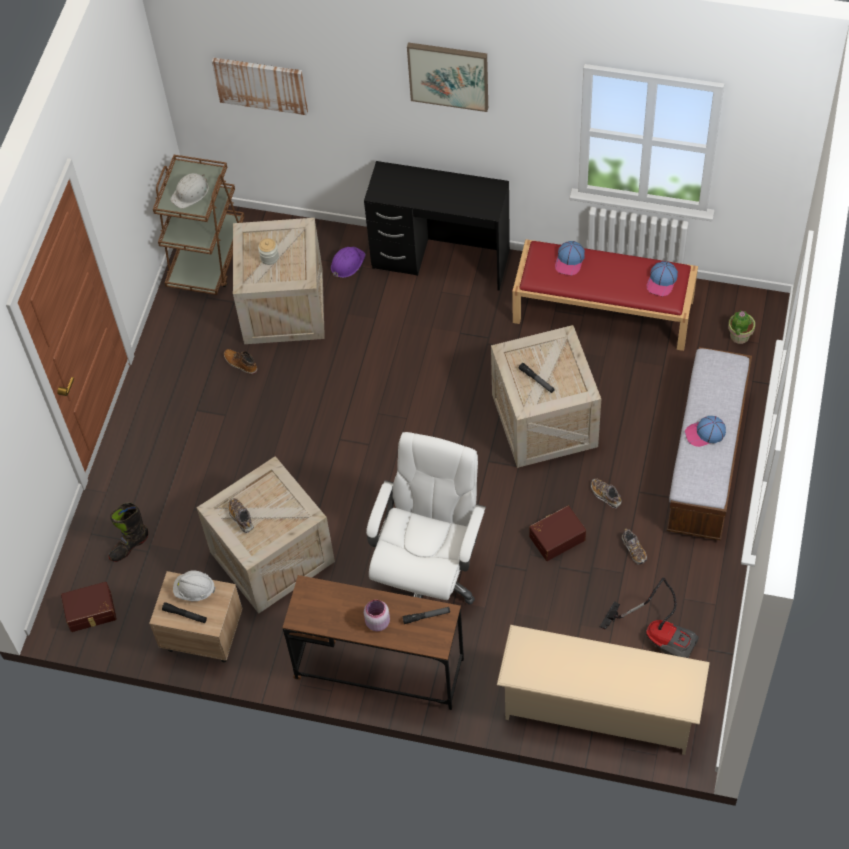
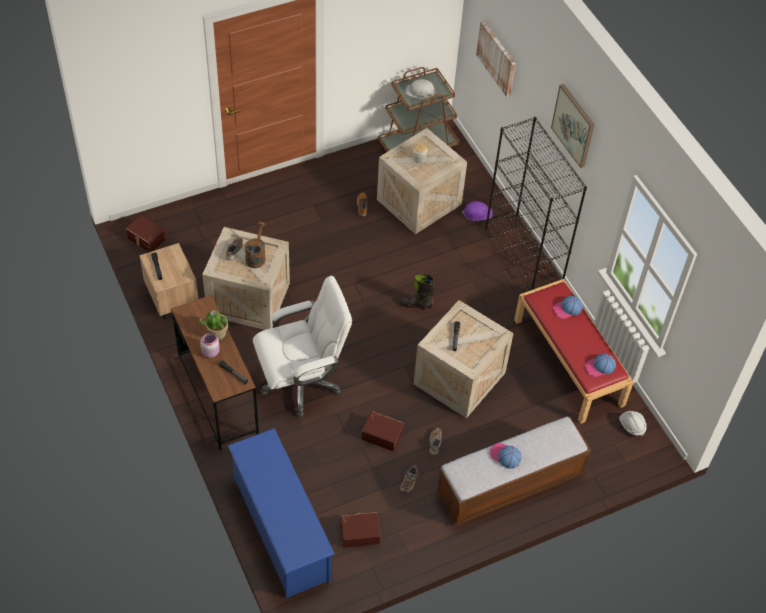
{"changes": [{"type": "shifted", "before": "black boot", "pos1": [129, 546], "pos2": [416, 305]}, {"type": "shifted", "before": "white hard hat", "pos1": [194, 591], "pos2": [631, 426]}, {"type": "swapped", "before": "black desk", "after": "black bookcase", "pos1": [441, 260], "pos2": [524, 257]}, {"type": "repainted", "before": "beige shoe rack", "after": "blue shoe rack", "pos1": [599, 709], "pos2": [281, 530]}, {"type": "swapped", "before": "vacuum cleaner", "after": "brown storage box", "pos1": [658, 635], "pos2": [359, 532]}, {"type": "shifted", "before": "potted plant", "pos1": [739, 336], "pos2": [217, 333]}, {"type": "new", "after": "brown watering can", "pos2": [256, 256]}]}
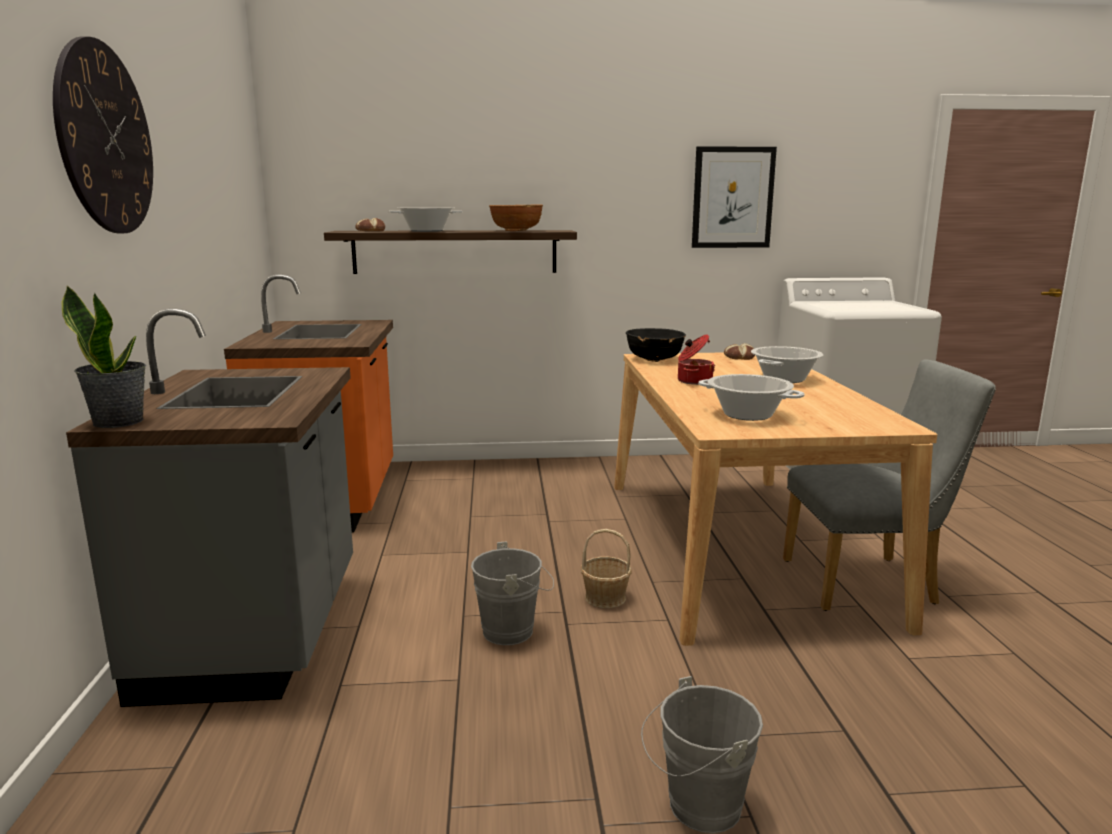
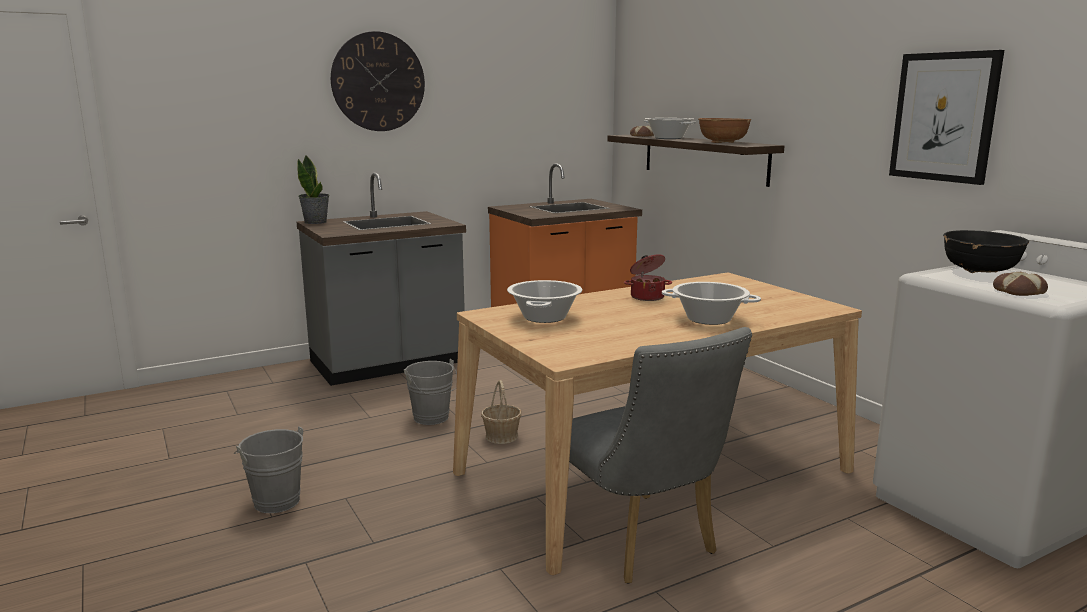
{"changes": [{"type": "shifted", "before": "black bowl", "pos1": [654, 359], "pos2": [980, 271]}, {"type": "shifted", "before": "bread", "pos1": [739, 357], "pos2": [1018, 291]}]}
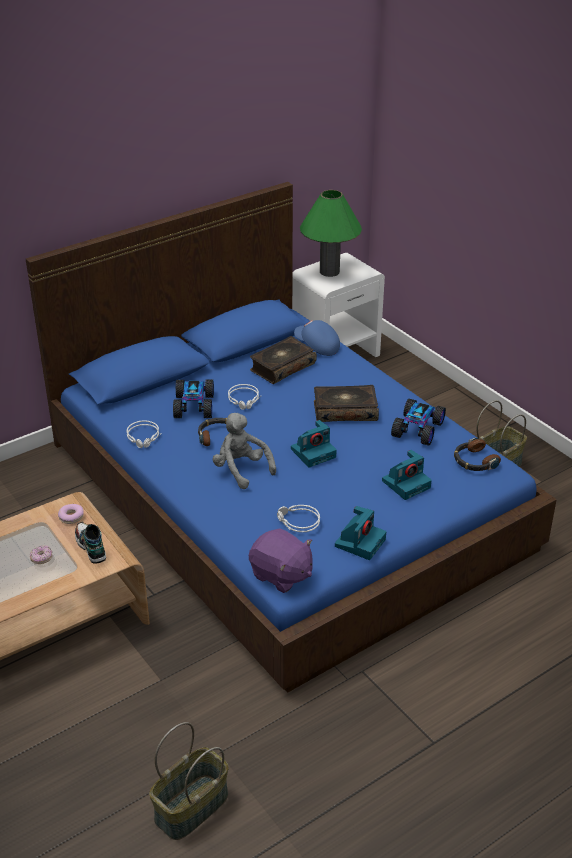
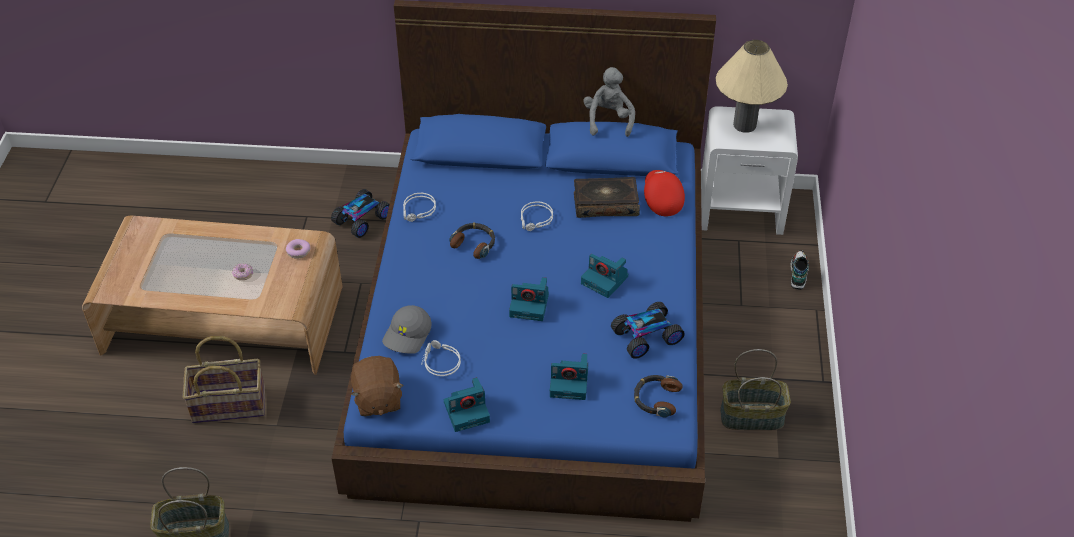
{"changes": [{"type": "shifted", "before": "shoe", "pos1": [90, 547], "pos2": [798, 273]}, {"type": "shifted", "before": "toy car", "pos1": [195, 406], "pos2": [363, 219]}, {"type": "shifted", "before": "grey plush toy", "pos1": [241, 470], "pos2": [608, 120]}, {"type": "repainted", "before": "purple plush toy", "after": "brown plush toy", "pos1": [281, 575], "pos2": [377, 399]}, {"type": "repainted", "before": "blue cap", "after": "red cap", "pos1": [316, 346], "pos2": [661, 199]}, {"type": "repainted", "before": "green table lamp", "after": "beige table lamp", "pos1": [329, 272], "pos2": [744, 125]}, {"type": "swapped", "before": "book", "after": "photo camera", "pos1": [345, 411], "pos2": [605, 280]}, {"type": "new", "after": "basket", "pos2": [229, 404]}, {"type": "new", "after": "grey cap", "pos2": [408, 335]}]}
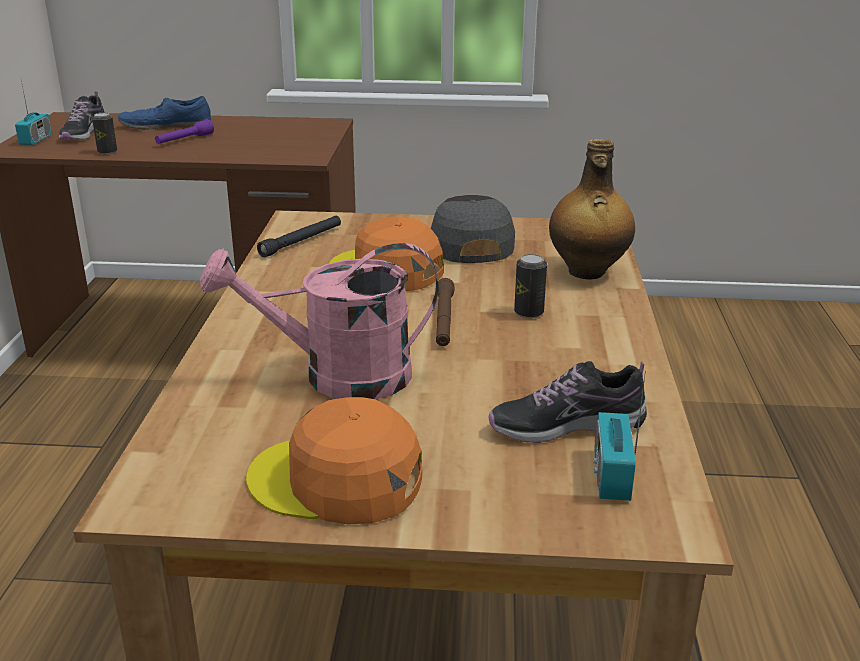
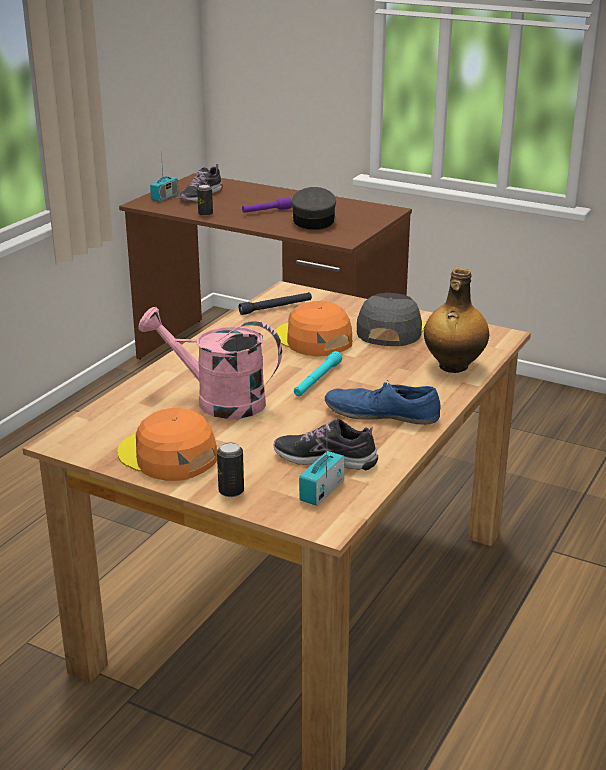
{"changes": [{"type": "shifted", "before": "blue shoe", "pos1": [166, 125], "pos2": [381, 414]}, {"type": "repainted", "before": "brown flashlight", "after": "turquoise flashlight", "pos1": [444, 320], "pos2": [317, 380]}, {"type": "shifted", "before": "can", "pos1": [529, 312], "pos2": [231, 491]}, {"type": "new", "after": "grey cap", "pos2": [313, 220]}]}
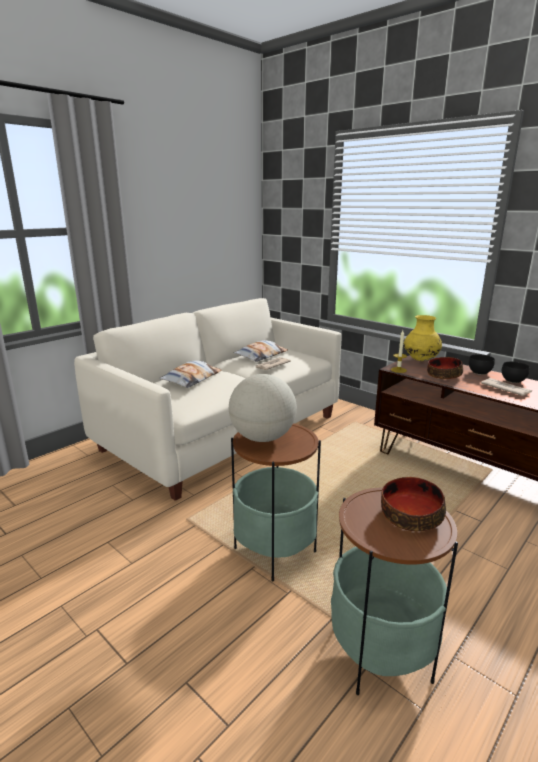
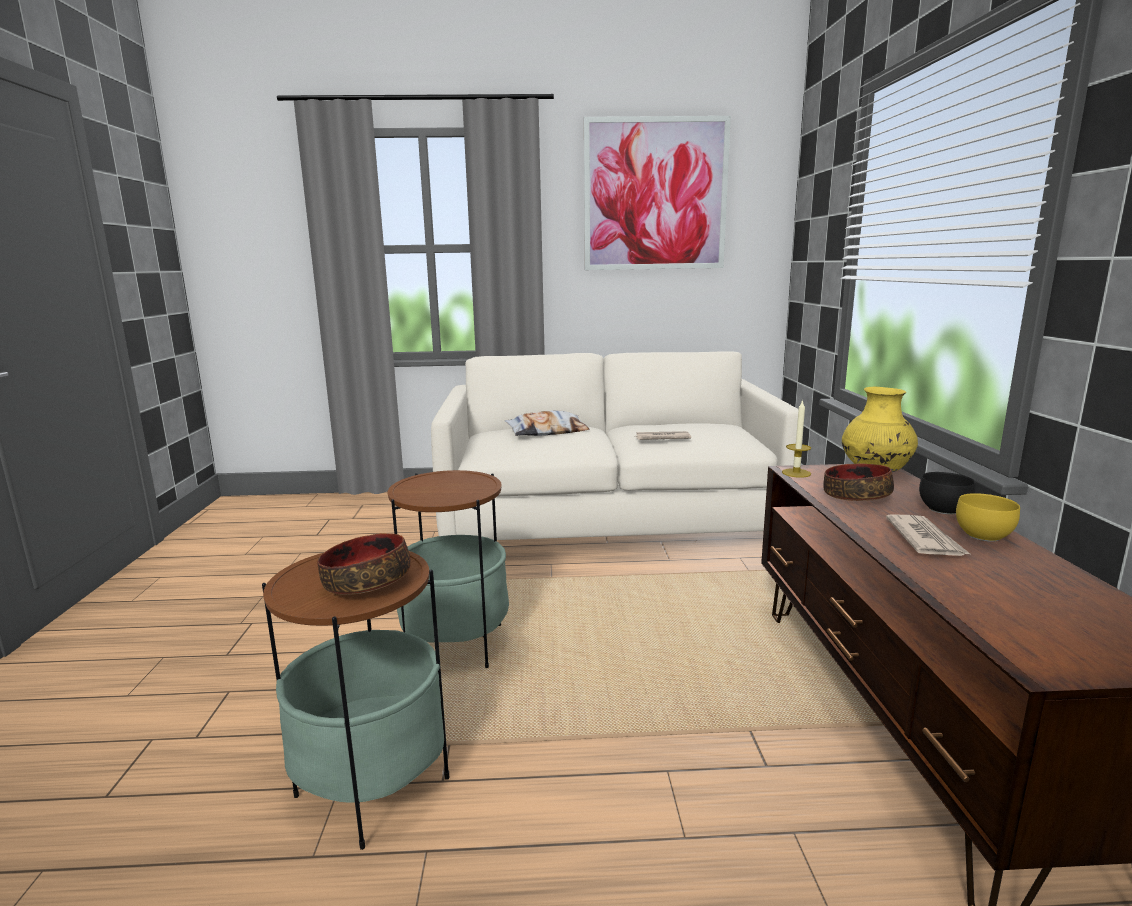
{"changes": [{"type": "gone", "before": "globe", "pos1": [262, 438]}, {"type": "gone", "before": "pillow", "pos1": [261, 355]}, {"type": "repainted", "before": "black bowl", "after": "yellow bowl", "pos1": [513, 381], "pos2": [983, 536]}, {"type": "new", "after": "picture", "pos2": [655, 195]}]}
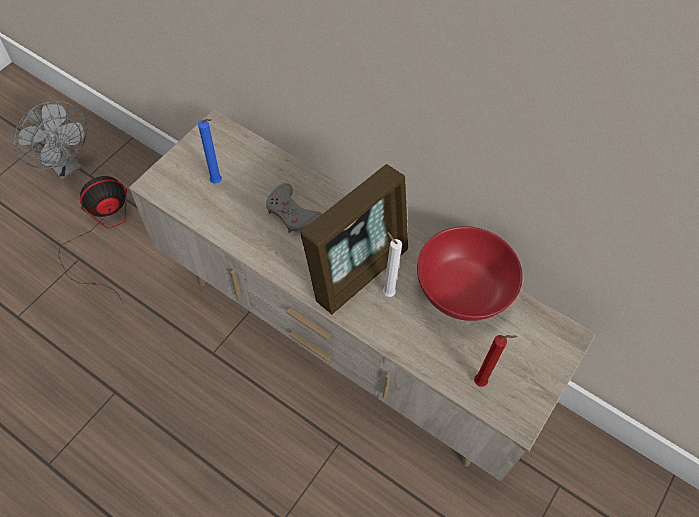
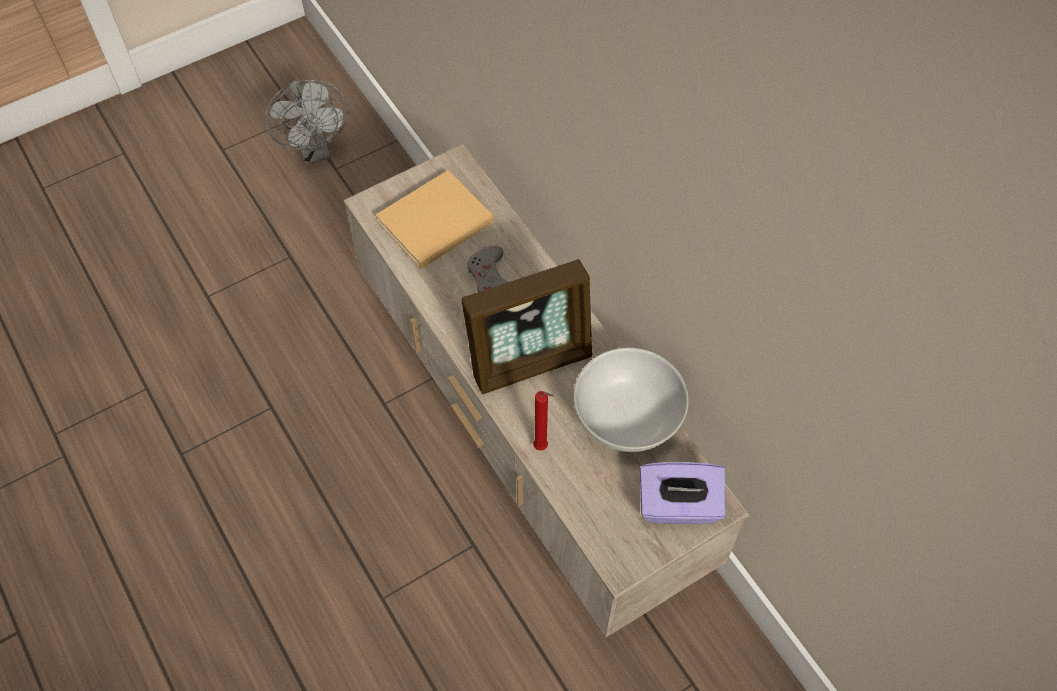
{"changes": [{"type": "gone", "before": "fan", "pos1": [102, 233]}, {"type": "swapped", "before": "blue candle", "after": "beige book", "pos1": [218, 182], "pos2": [432, 223]}, {"type": "gone", "before": "white candle", "pos1": [386, 292]}, {"type": "repainted", "before": "red bowl", "after": "white bowl", "pos1": [463, 292], "pos2": [628, 420]}, {"type": "shifted", "before": "red candle", "pos1": [482, 382], "pos2": [542, 448]}, {"type": "new", "after": "purple tissue box", "pos2": [678, 506]}]}
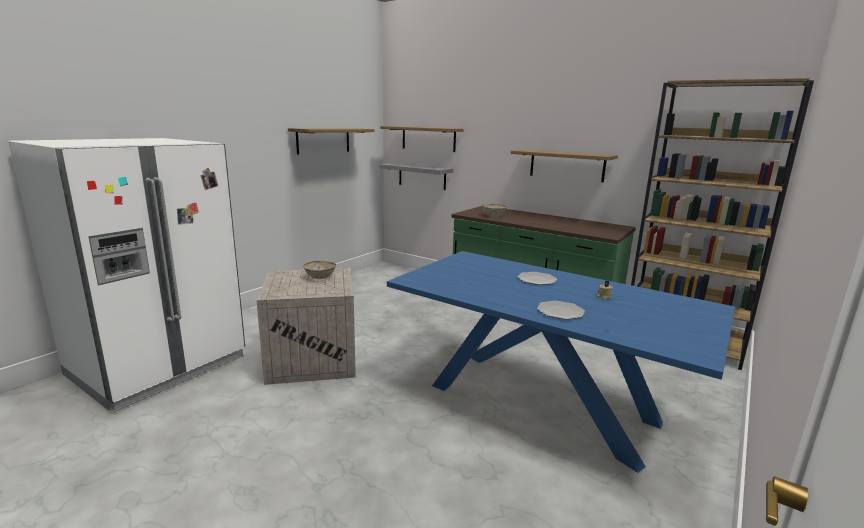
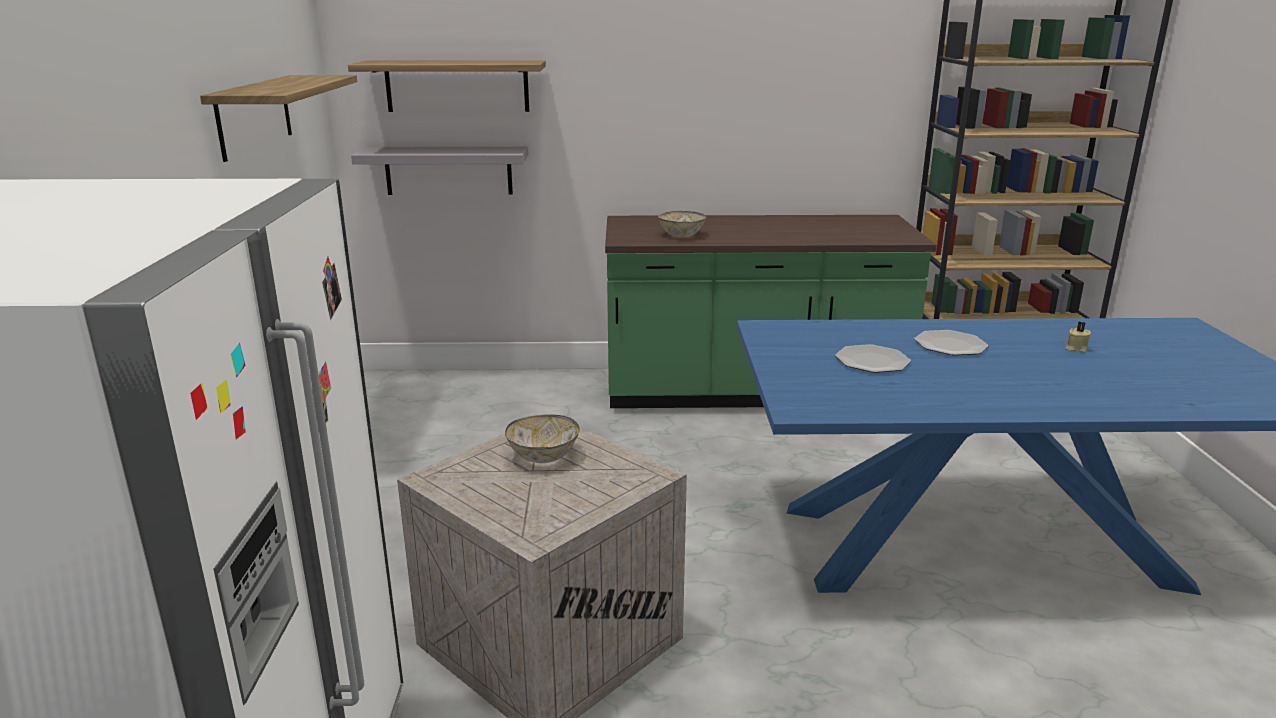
{"changes": [{"type": "gone", "before": "shelf", "pos1": [566, 165]}, {"type": "shifted", "before": "plate", "pos1": [560, 311], "pos2": [872, 361]}]}
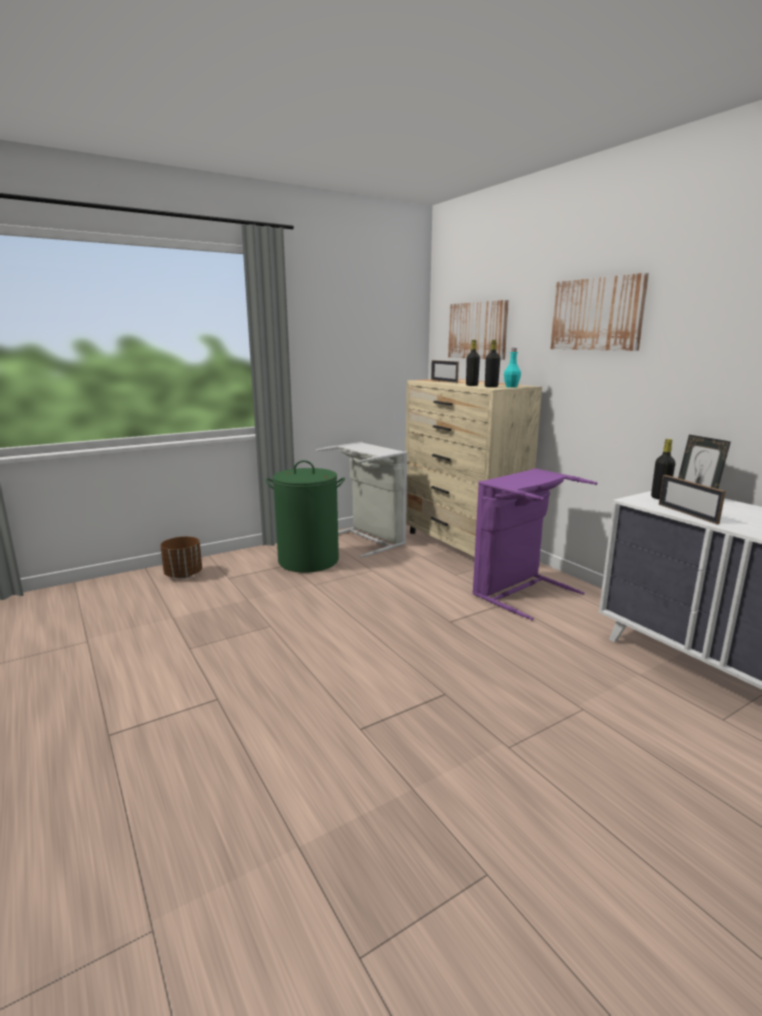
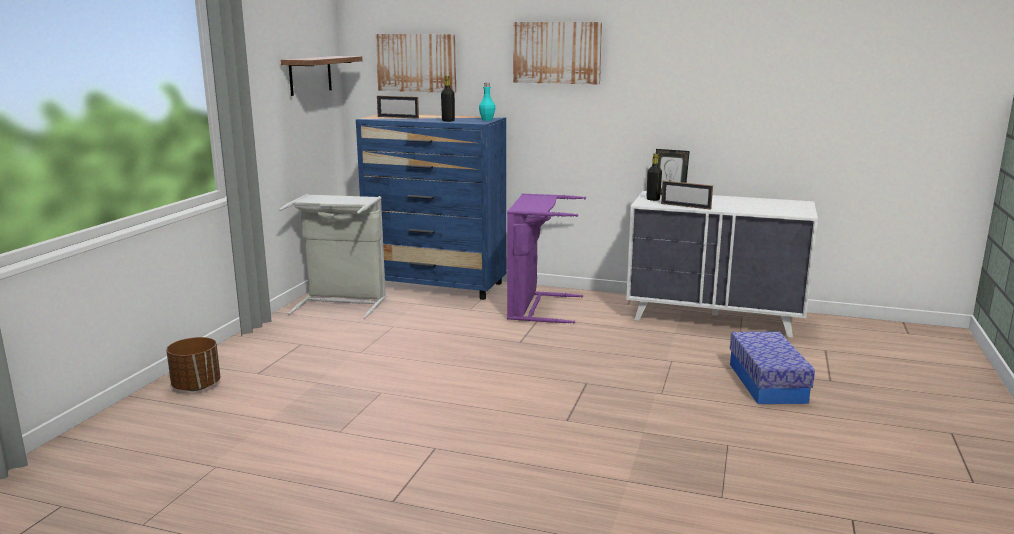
{"changes": [{"type": "gone", "before": "green laundry basket", "pos1": [308, 560]}, {"type": "repainted", "before": "beige dresser", "after": "blue dresser", "pos1": [462, 544], "pos2": [437, 285]}, {"type": "gone", "before": "black bottle", "pos1": [491, 386]}, {"type": "new", "after": "shelf", "pos2": [310, 75]}, {"type": "new", "after": "storage box", "pos2": [767, 383]}]}
